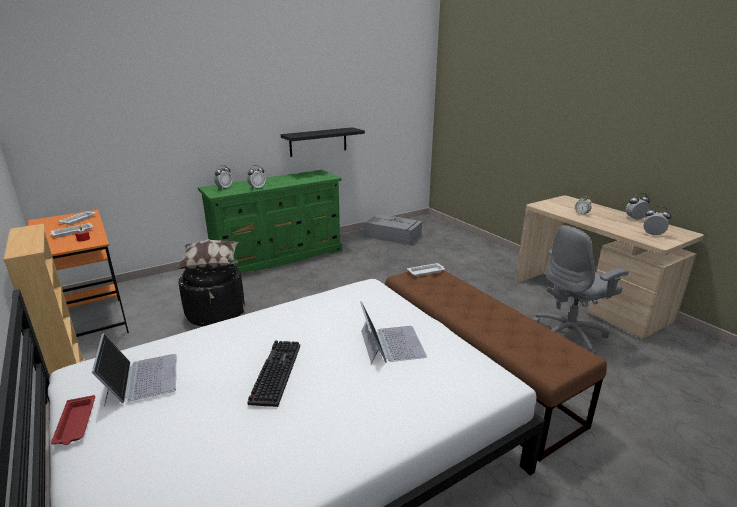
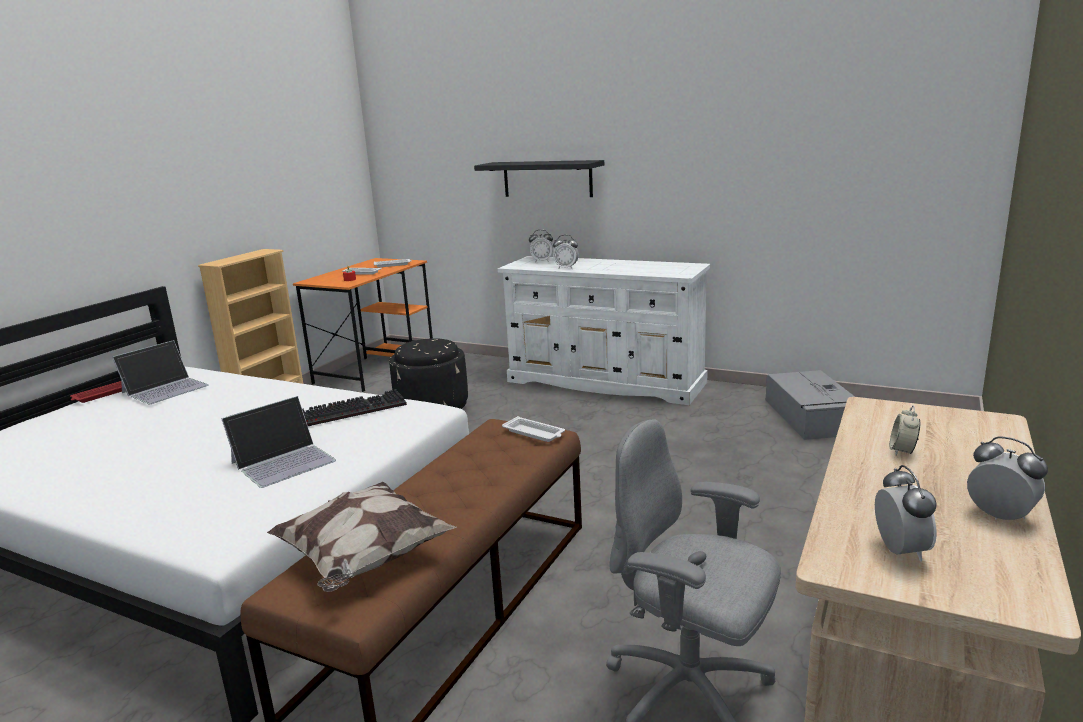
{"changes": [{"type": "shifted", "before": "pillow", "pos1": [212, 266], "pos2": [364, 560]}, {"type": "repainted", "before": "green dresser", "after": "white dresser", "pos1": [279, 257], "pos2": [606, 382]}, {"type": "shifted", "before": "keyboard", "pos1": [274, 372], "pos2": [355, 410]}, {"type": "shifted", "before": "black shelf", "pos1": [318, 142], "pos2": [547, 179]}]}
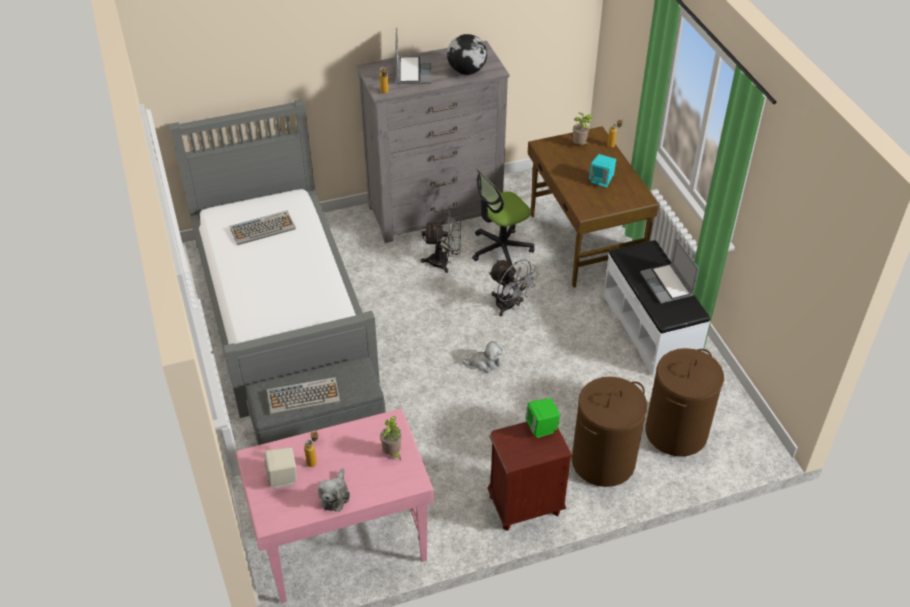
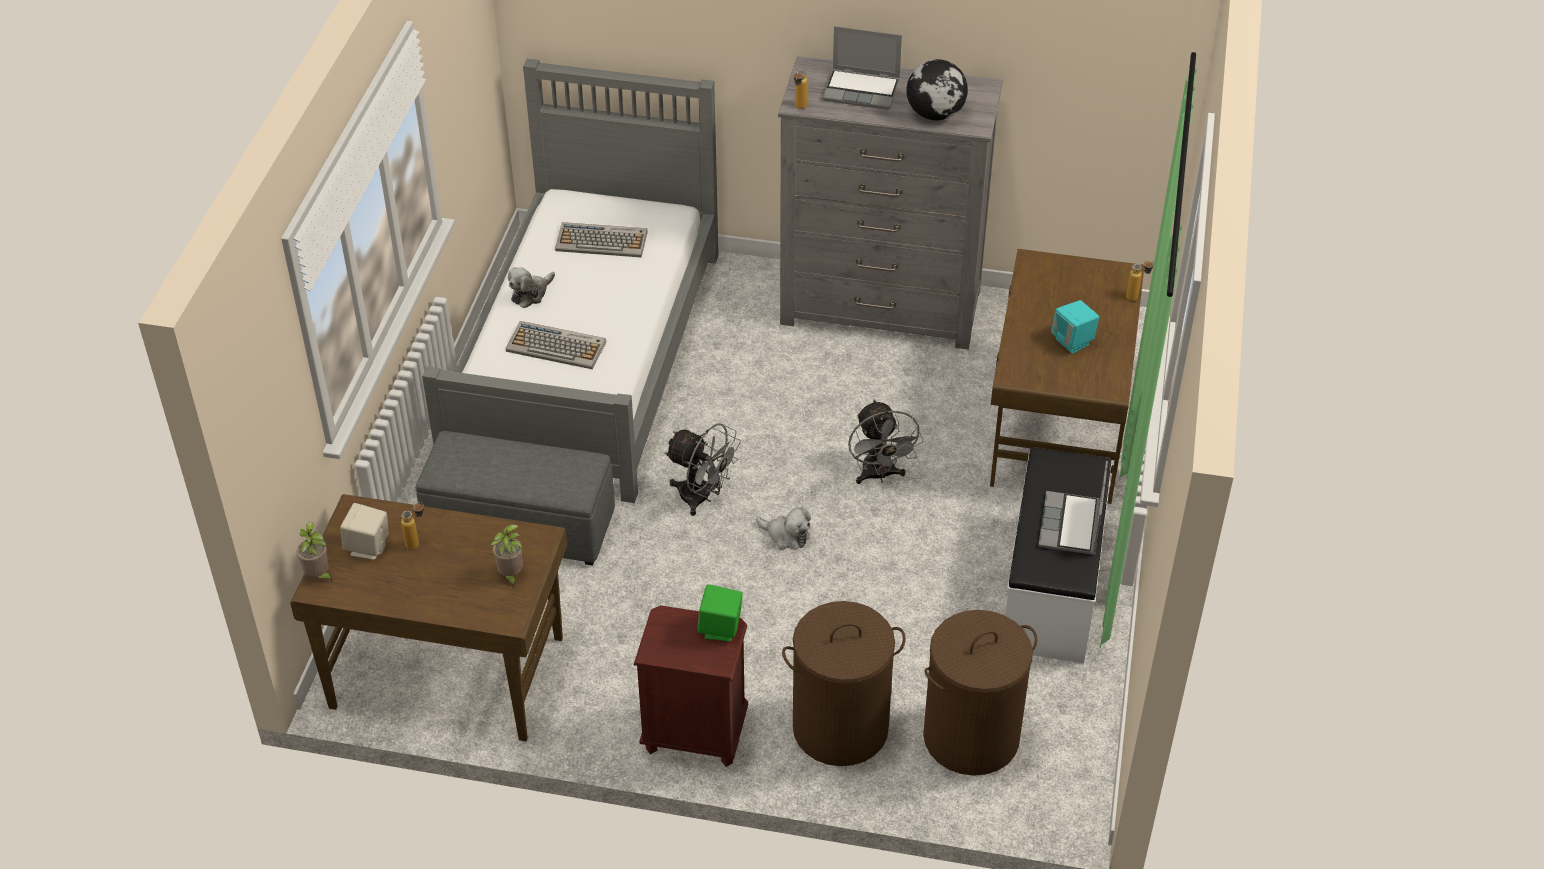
{"changes": [{"type": "repainted", "before": "pink desk", "after": "brown desk", "pos1": [341, 540], "pos2": [446, 670]}, {"type": "shifted", "before": "keyboard", "pos1": [304, 396], "pos2": [557, 346]}, {"type": "shifted", "before": "plush toy", "pos1": [335, 495], "pos2": [531, 293]}, {"type": "rotated", "before": "laptop", "pos1": [413, 71], "pos2": [862, 90], "turn": 75}, {"type": "shifted", "before": "grey fan", "pos1": [444, 262], "pos2": [702, 498]}, {"type": "gone", "before": "office chair", "pos1": [501, 249]}, {"type": "shifted", "before": "potted plant", "pos1": [580, 145], "pos2": [319, 576]}]}
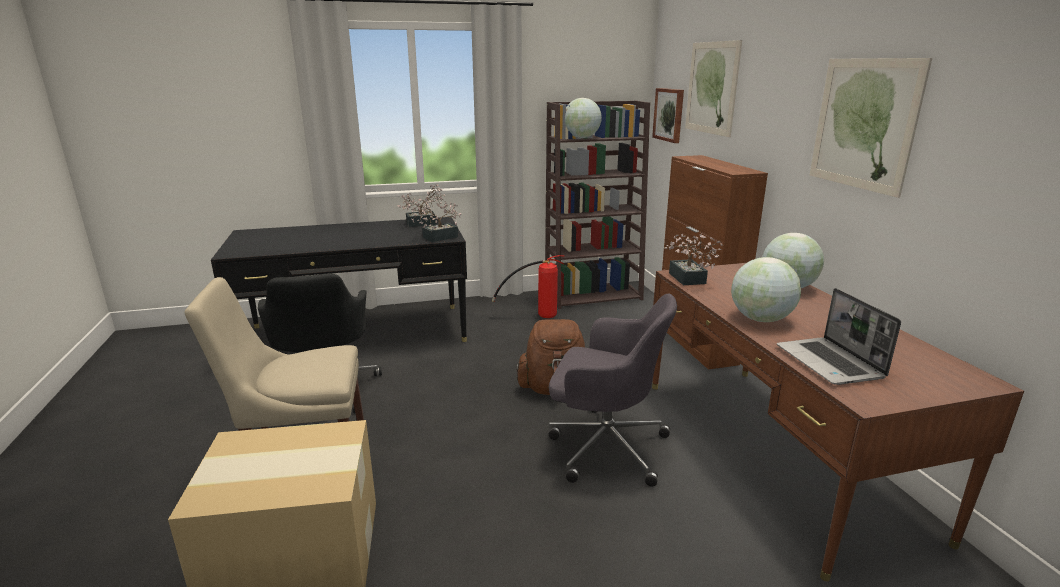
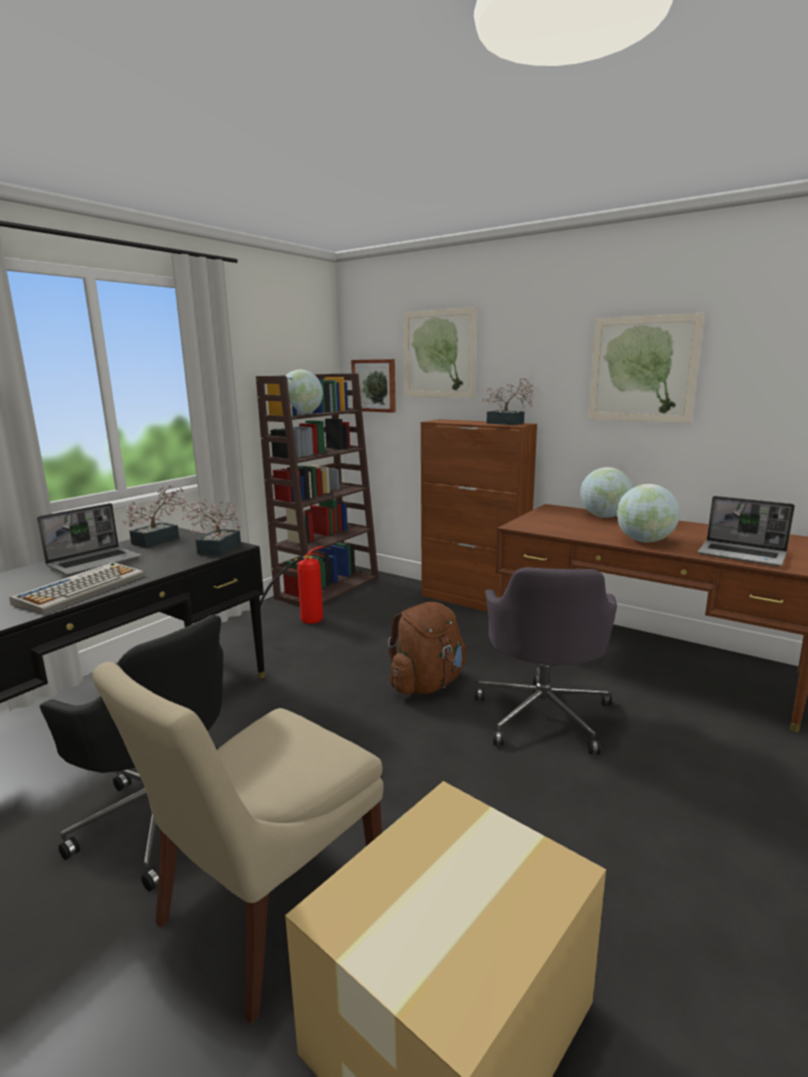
{"changes": [{"type": "rotated", "before": "grey office chair", "pos1": [605, 446], "pos2": [543, 713], "turn": 120}, {"type": "shifted", "before": "potted plant", "pos1": [688, 280], "pos2": [508, 423]}, {"type": "new", "after": "keyboard", "pos2": [82, 589]}, {"type": "new", "after": "laptop", "pos2": [95, 562]}]}
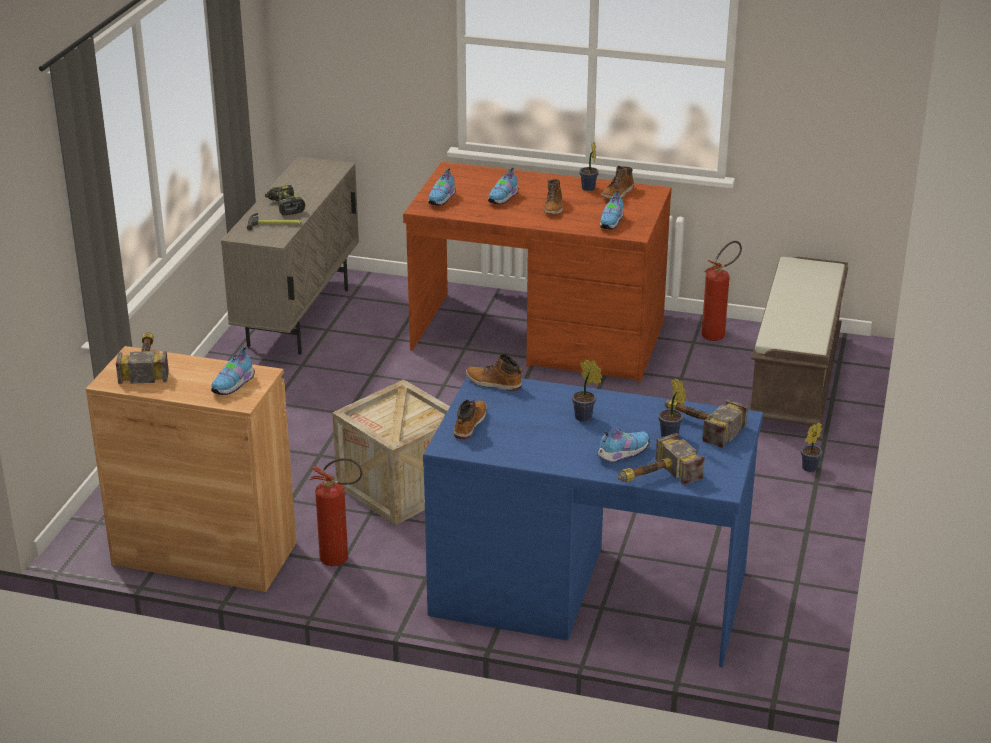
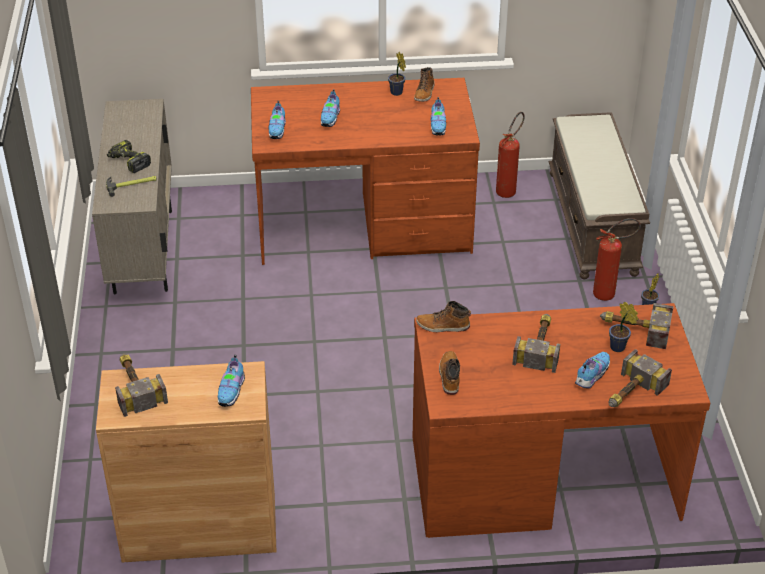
{"changes": [{"type": "shifted", "before": "fire extinguisher", "pos1": [341, 559], "pos2": [609, 293]}, {"type": "gone", "before": "crate", "pos1": [400, 487]}, {"type": "repainted", "before": "blue desk", "after": "brown desk", "pos1": [588, 591], "pos2": [542, 476]}, {"type": "gone", "before": "boot", "pos1": [554, 207]}, {"type": "swapped", "before": "potted plant", "after": "hammer", "pos1": [585, 418], "pos2": [540, 345]}]}
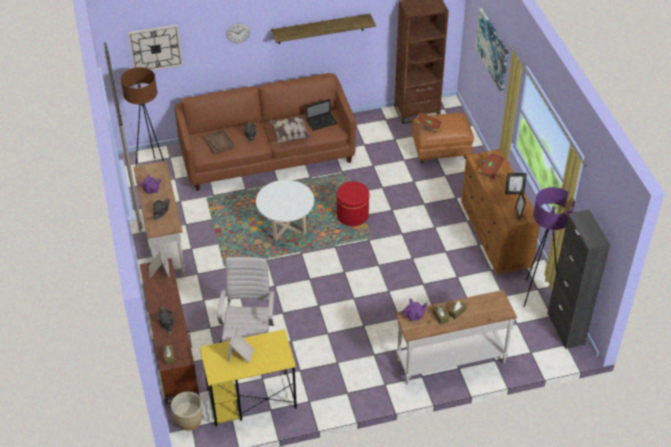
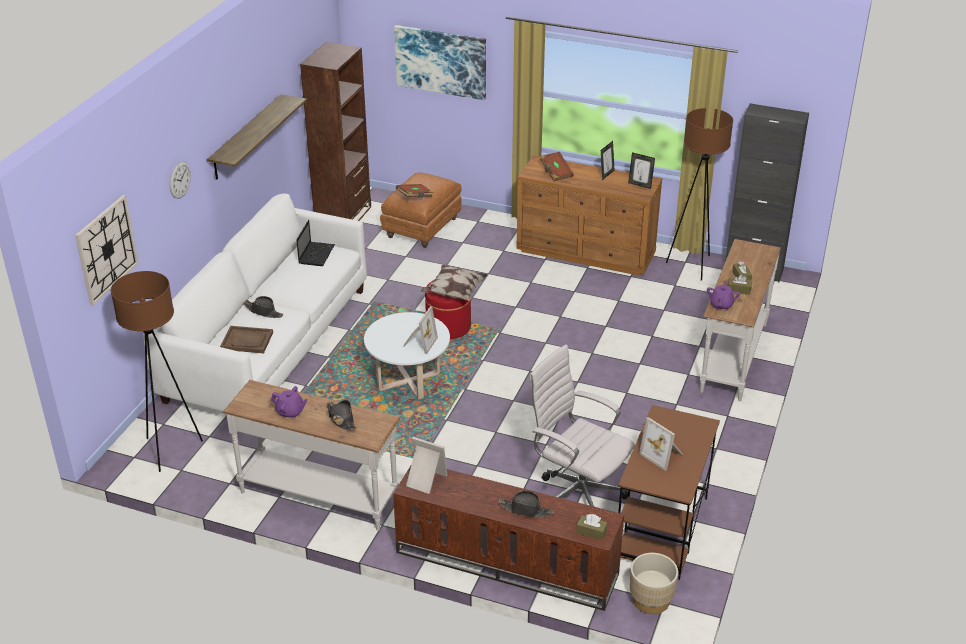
{"changes": [{"type": "repainted", "before": "brown sofa", "after": "white sofa", "pos1": [267, 154], "pos2": [268, 344]}, {"type": "repainted", "before": "yellow desk", "after": "brown desk", "pos1": [251, 399], "pos2": [661, 529]}, {"type": "shifted", "before": "pillow", "pos1": [290, 135], "pos2": [454, 293]}, {"type": "repainted", "before": "purple floor lamp", "after": "brown floor lamp", "pos1": [537, 295], "pos2": [692, 266]}, {"type": "new", "after": "picture frame", "pos2": [419, 342]}]}
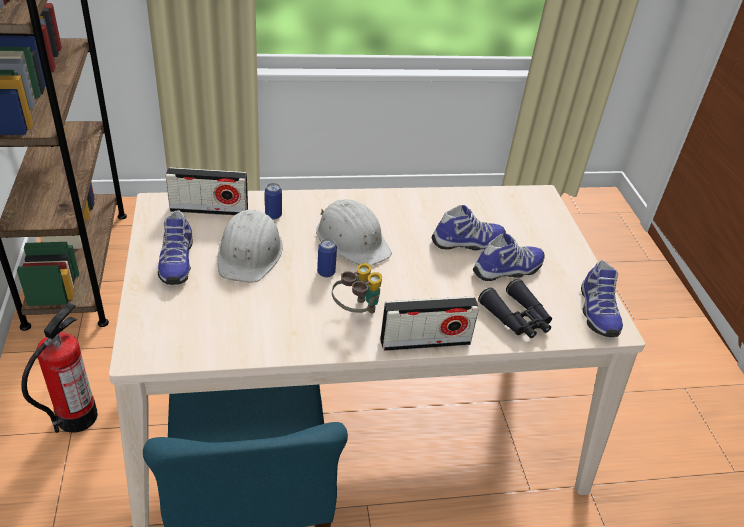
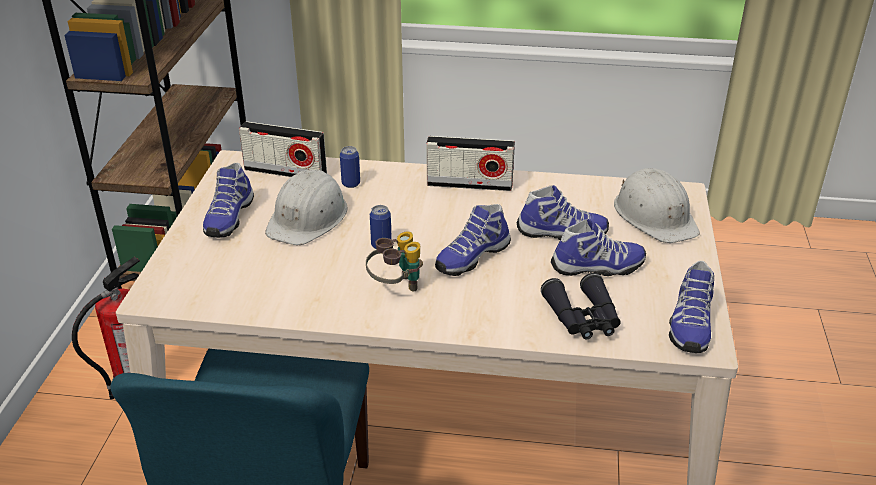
{"changes": [{"type": "shifted", "before": "white hard hat", "pos1": [352, 240], "pos2": [655, 216]}, {"type": "shifted", "before": "radio", "pos1": [425, 341], "pos2": [469, 184]}, {"type": "new", "after": "shoe", "pos2": [471, 257]}]}
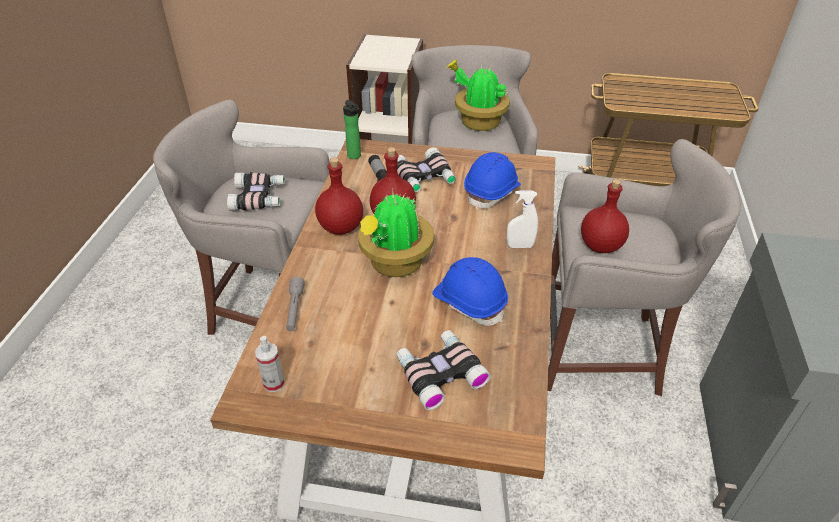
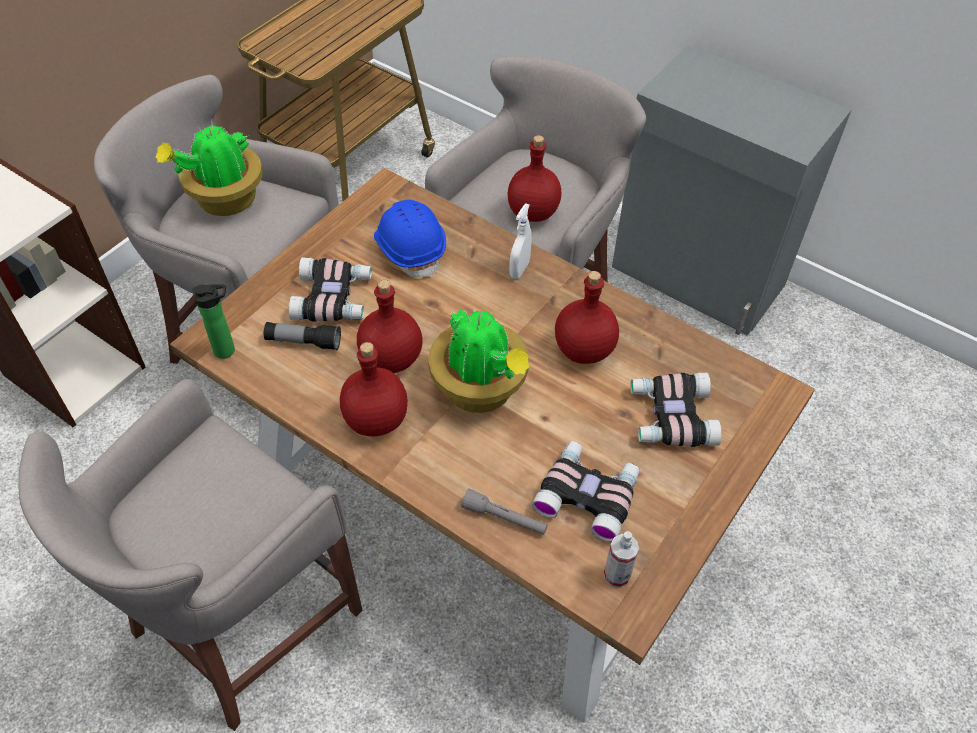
{"changes": [{"type": "shifted", "before": "binoculars", "pos1": [259, 197], "pos2": [588, 494]}, {"type": "swapped", "before": "blue hard hat", "after": "red bottle", "pos1": [469, 302], "pos2": [582, 350]}]}
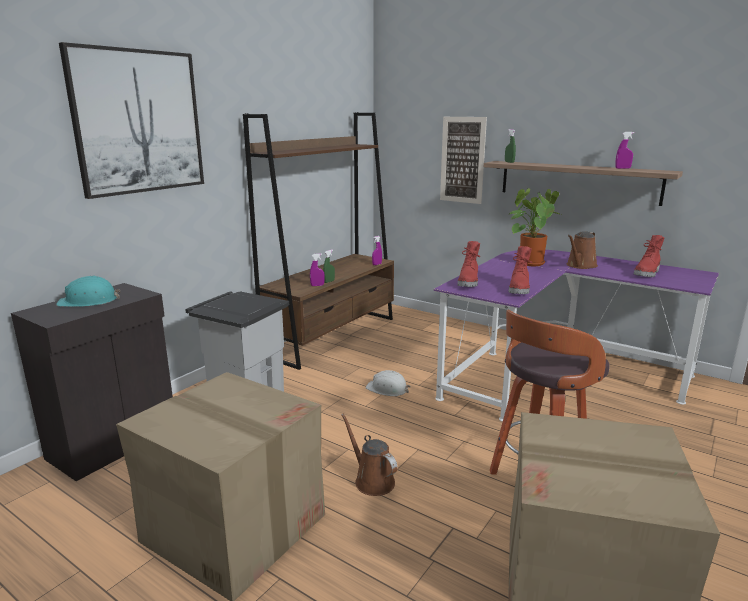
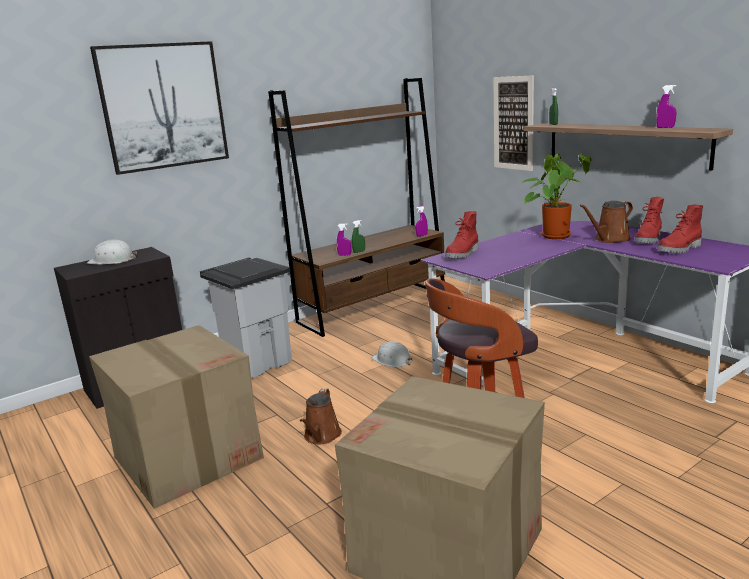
{"changes": [{"type": "repainted", "before": "turquoise hard hat", "after": "white hard hat", "pos1": [89, 301], "pos2": [112, 260]}, {"type": "rotated", "before": "brown watering can", "pos1": [372, 480], "pos2": [321, 436], "turn": -150}, {"type": "shifted", "before": "red boot", "pos1": [519, 289], "pos2": [649, 240]}]}
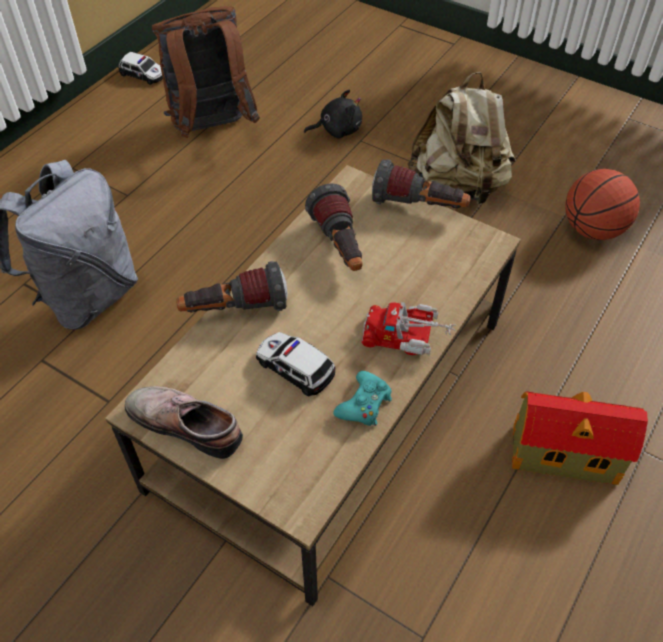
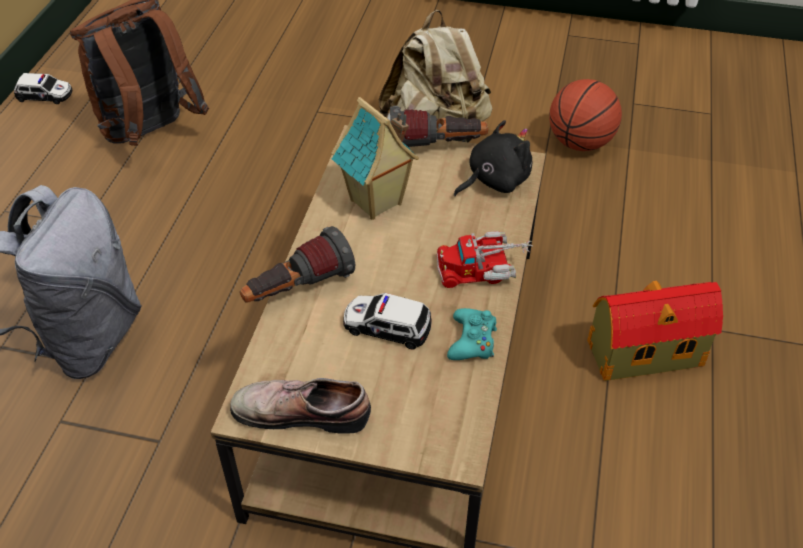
{"changes": [{"type": "shifted", "before": "black plush toy", "pos1": [337, 130], "pos2": [494, 180]}, {"type": "swapped", "before": "flashlight", "after": "toy house", "pos1": [340, 247], "pos2": [376, 203]}]}
